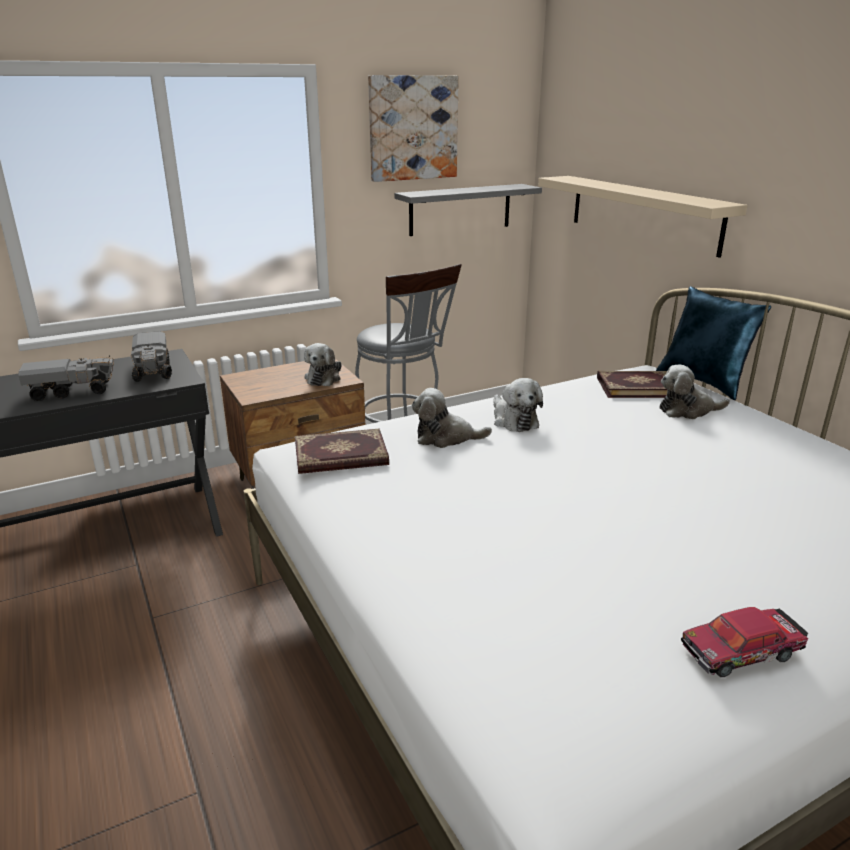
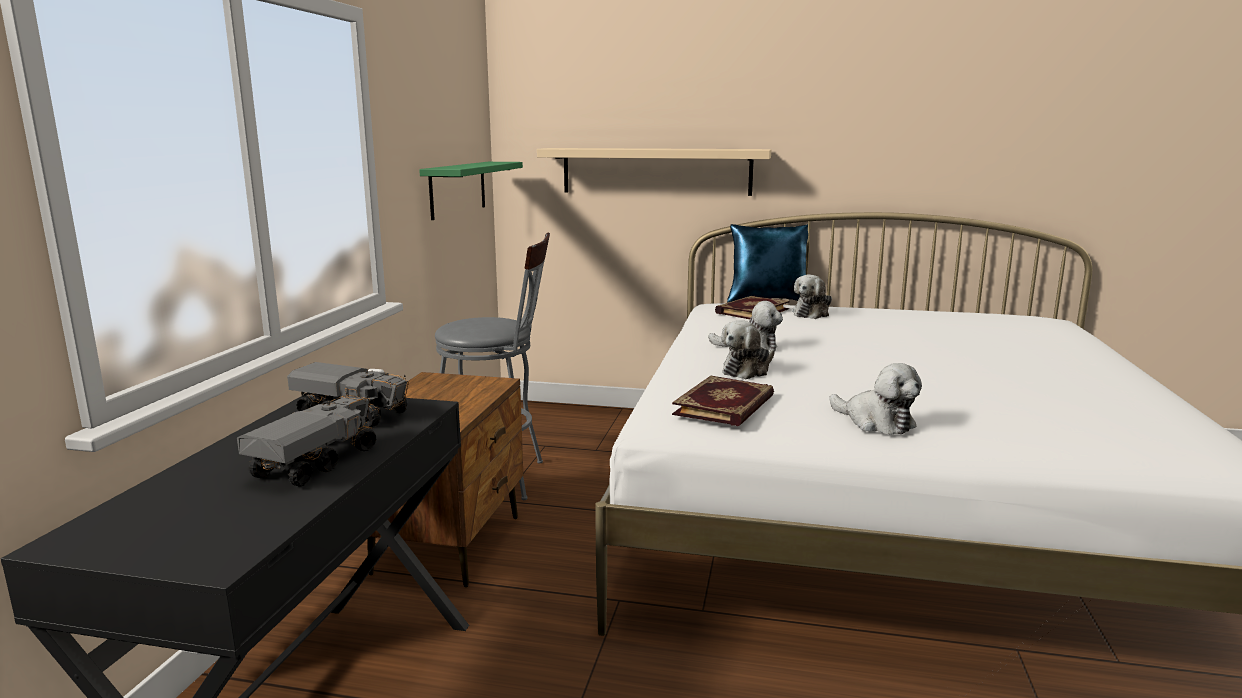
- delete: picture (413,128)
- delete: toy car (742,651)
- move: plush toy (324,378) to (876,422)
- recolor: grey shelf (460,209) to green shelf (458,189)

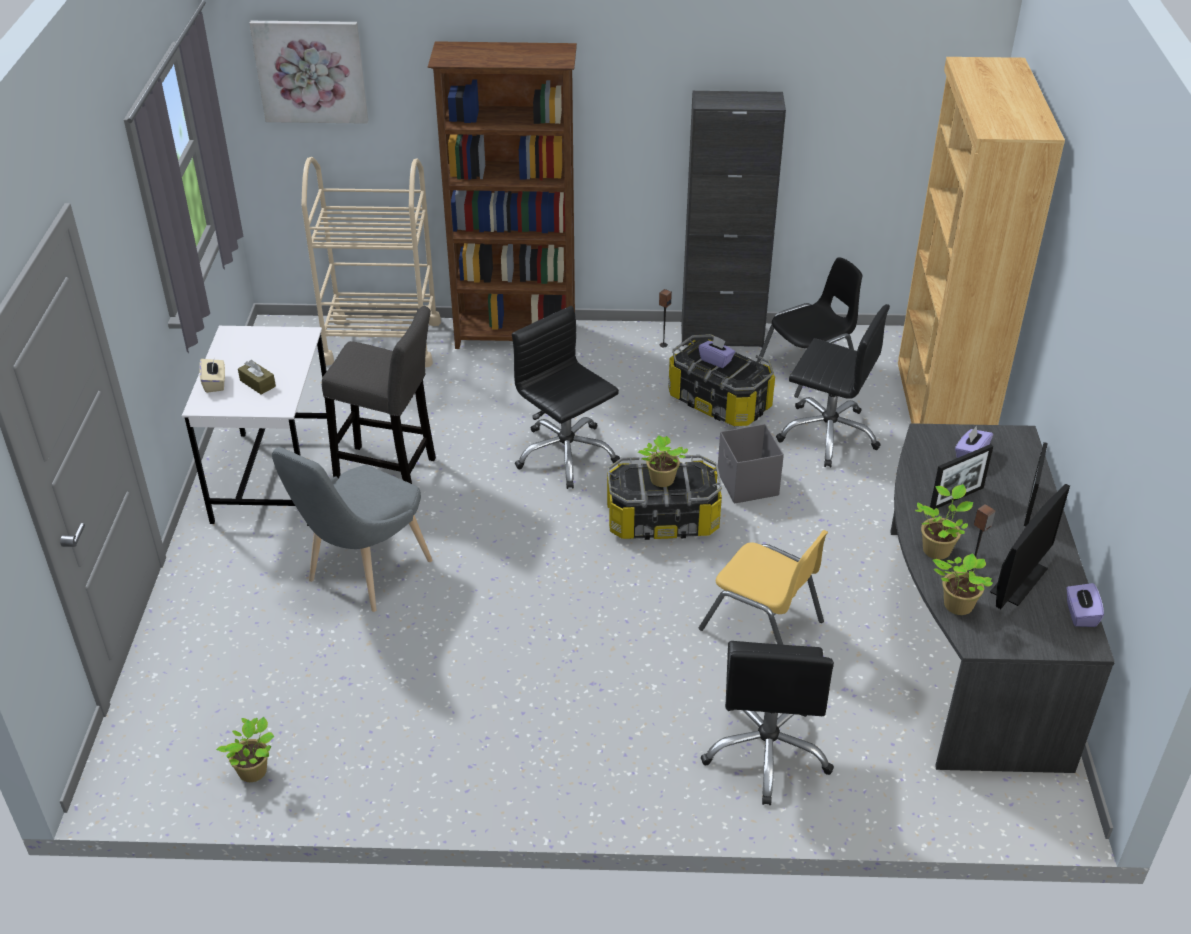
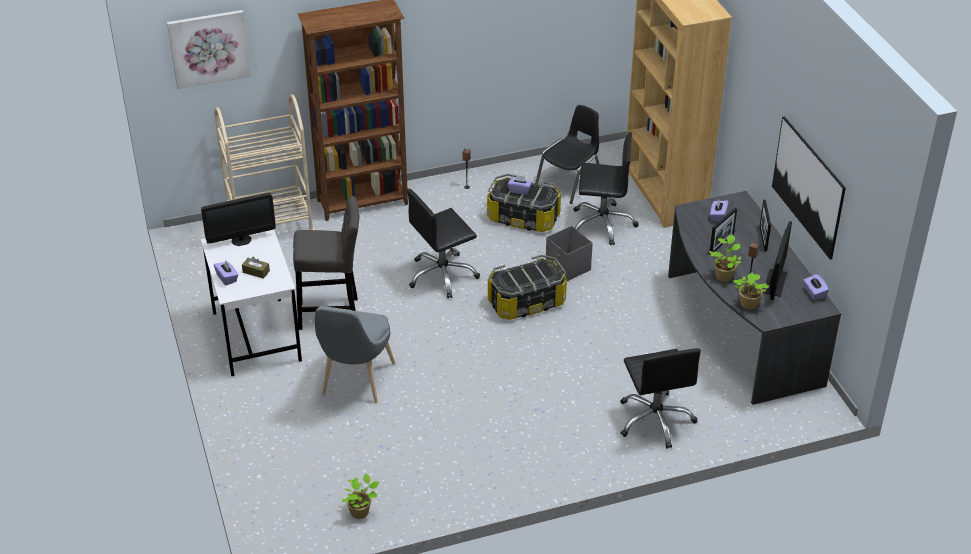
- delete: potted plant (661,481)
- delete: black cabinet (722,336)
- delete: yellow chair (762,625)
- insert: monitor (241,240)
- insert: picture (808,186)
- recolor: beige tissue box (215,383) to purple tissue box (227,278)
- rotate: black office chair (565,454) = (442,275) 60 degrees counterclockwise

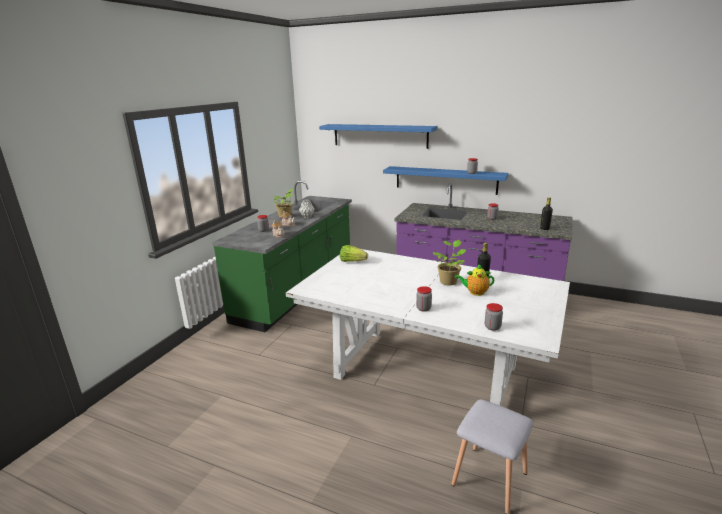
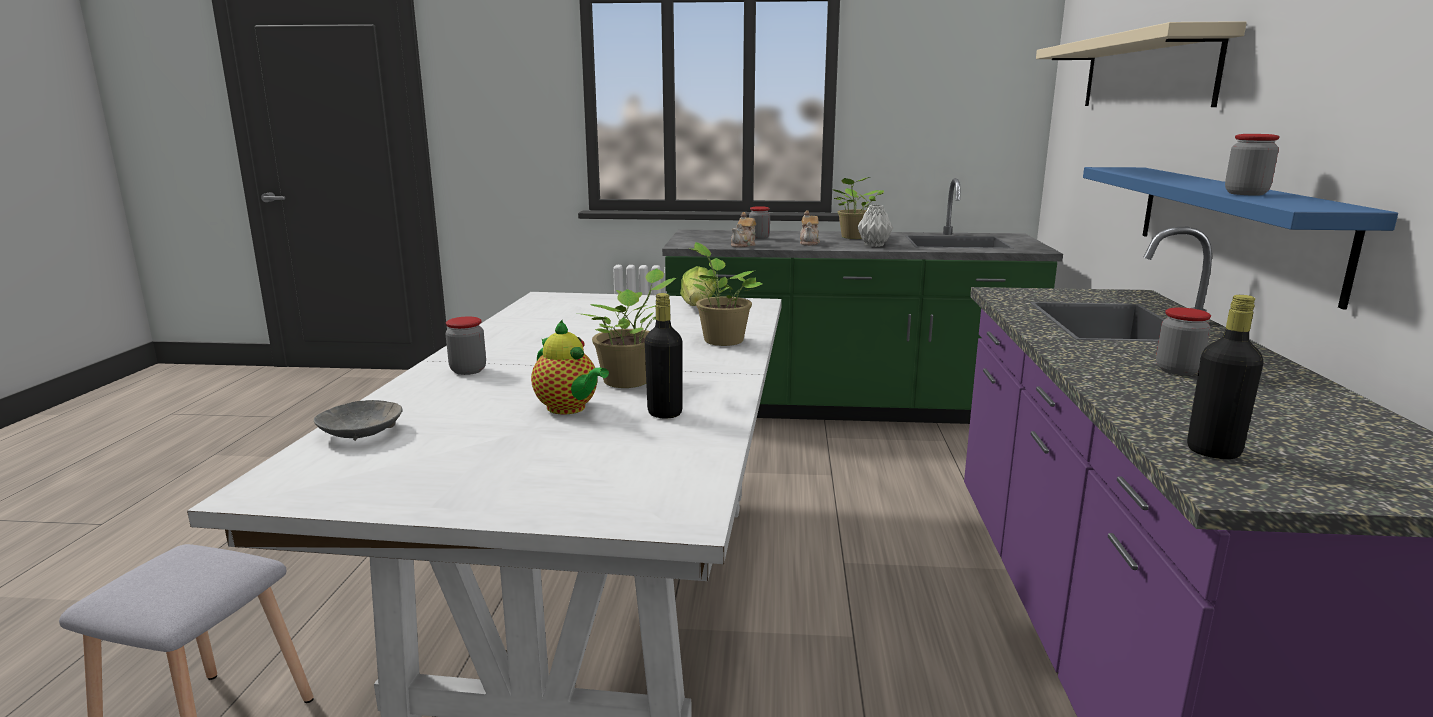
- insert: potted plant (721,340)
- replace: jar (492,327) to grey bowl (362,432)
- recolor: blue shelf (380,136) to beige shelf (1145,72)
- rotate: teapot (475,292) = (569,409) 150 degrees clockwise

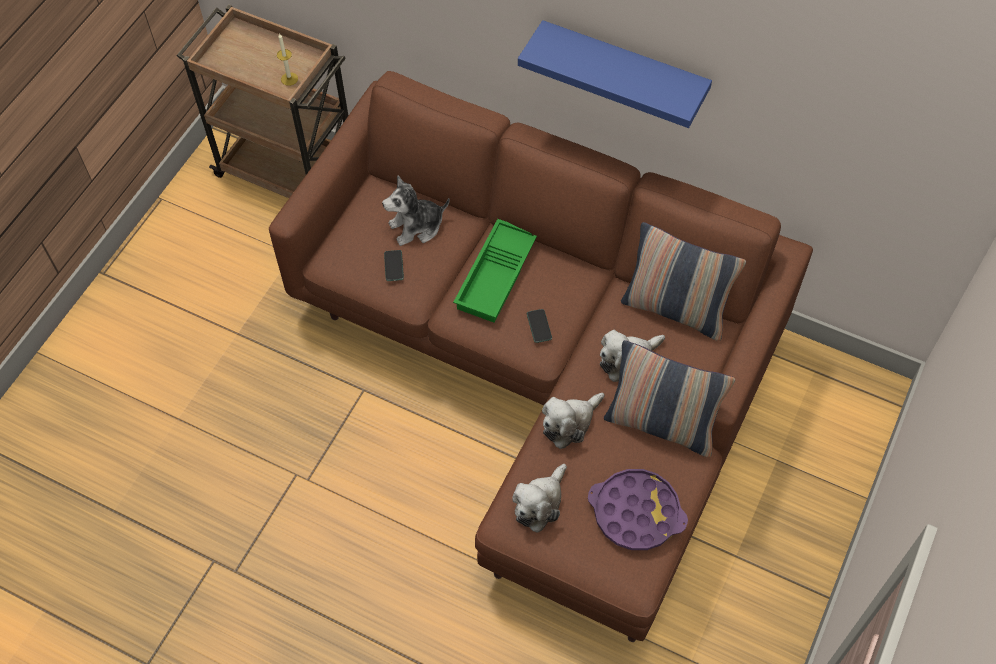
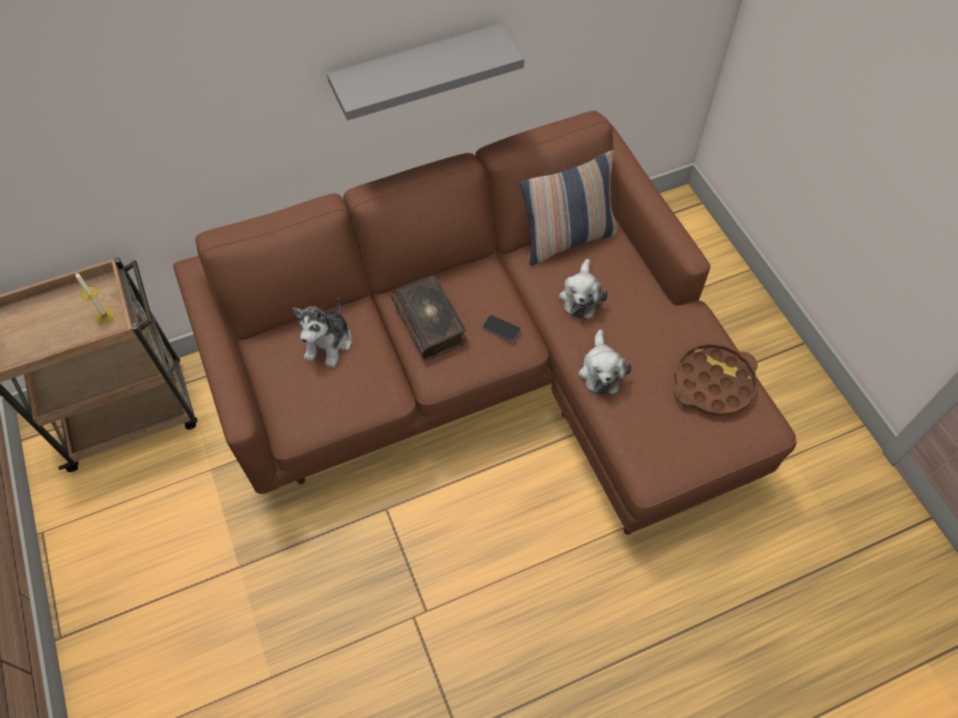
- delete: phone (393,266)
- delete: plush toy (539,503)
- delete: pillow (661,424)
- replace: green tray (497,276) to book (431,323)
- recolor: blue shelf (623,71) to grey shelf (417,73)
- recolor: purple tray (636,513) to brown tray (713,383)

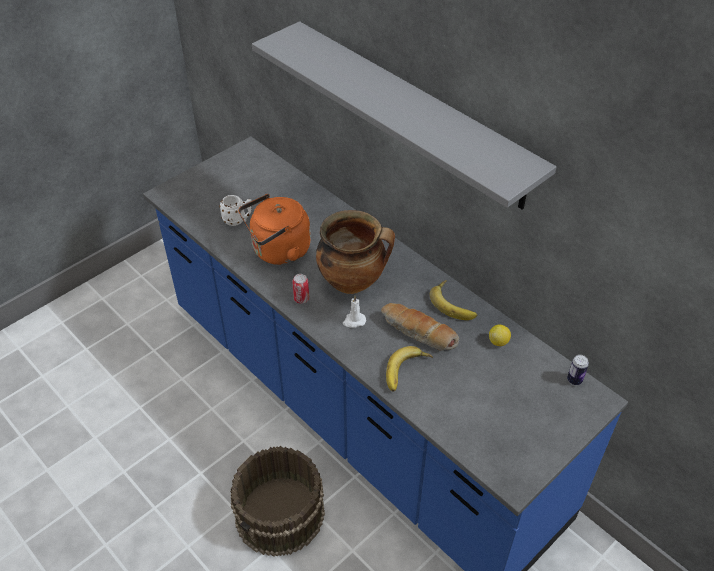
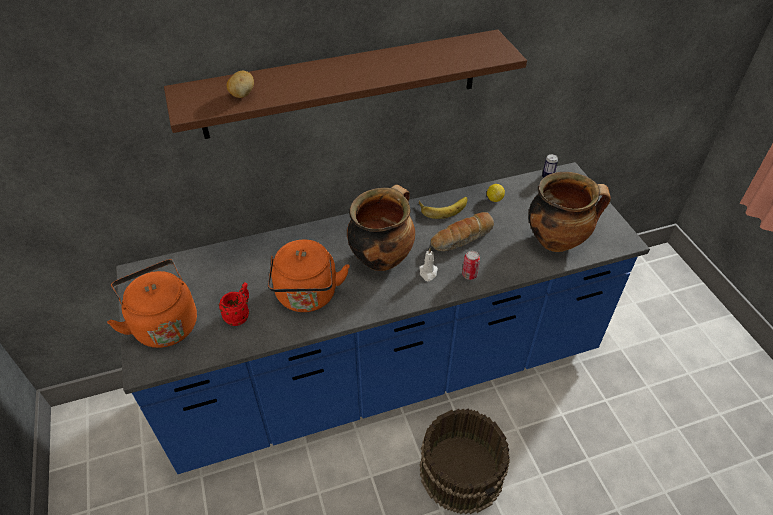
- delete: banana (407,372)
- insert: orange kettle (164,323)
- insert: potato (242,95)
- insert: cooking pot (557,240)
- move: can (301,299) to (469,275)
- recolor: white mug (238,220) to red mug (240,315)
- recolor: grey shelf (412,113) to brown shelf (342,84)

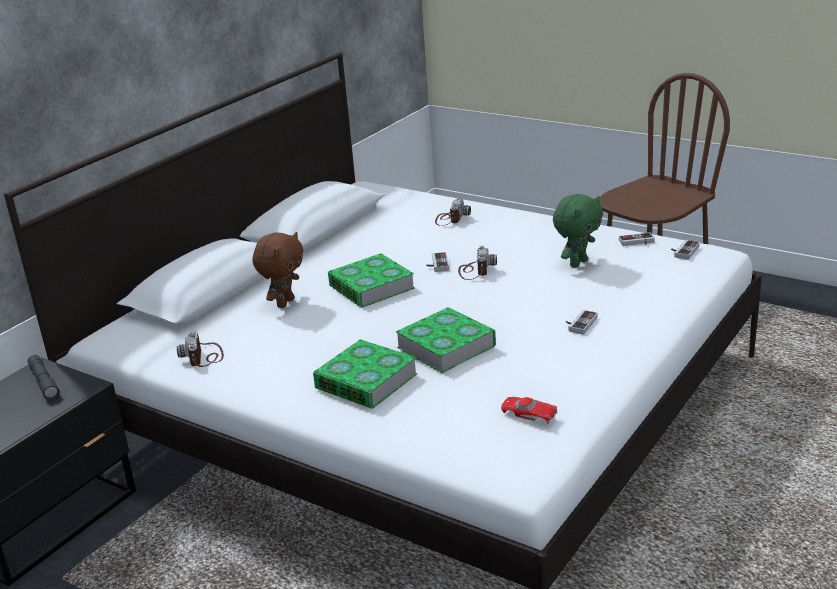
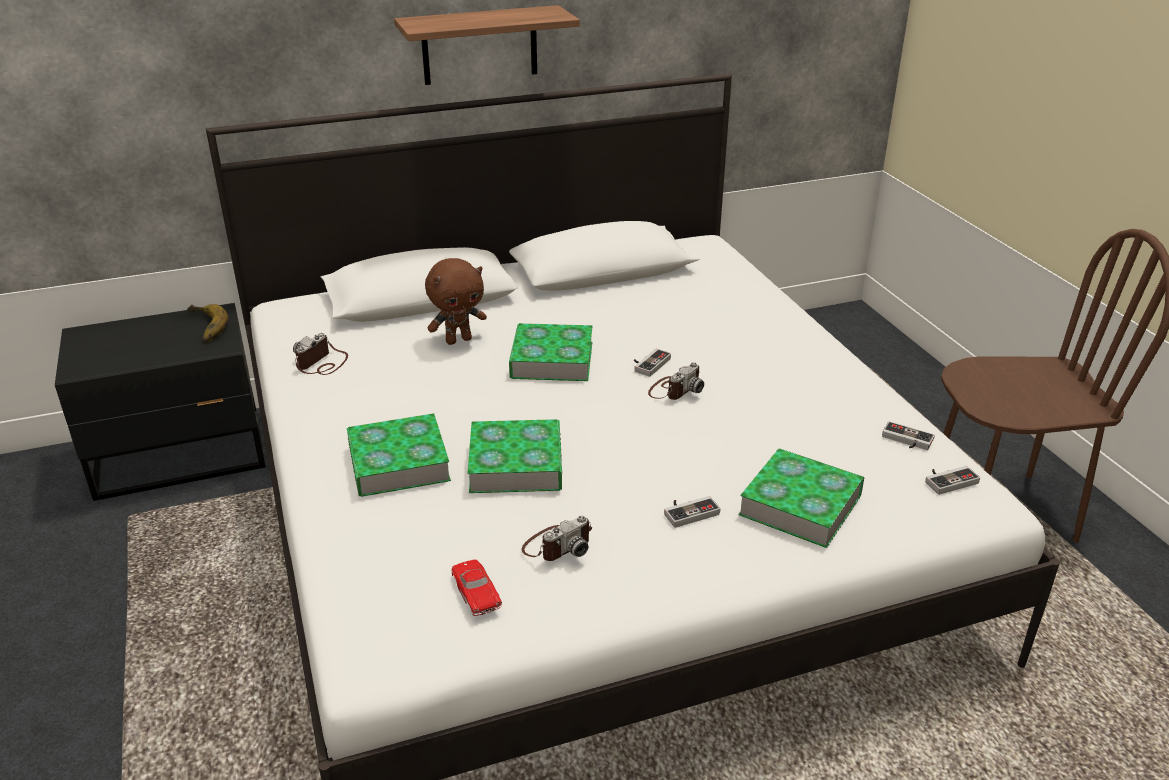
- delete: green plush toy (577,263)
- insert: shelf (479,45)
- insert: book (800,505)
- move: photo camera (450,219) to (557,545)
- replace: grey flashlight (44,382) to banana (202,328)

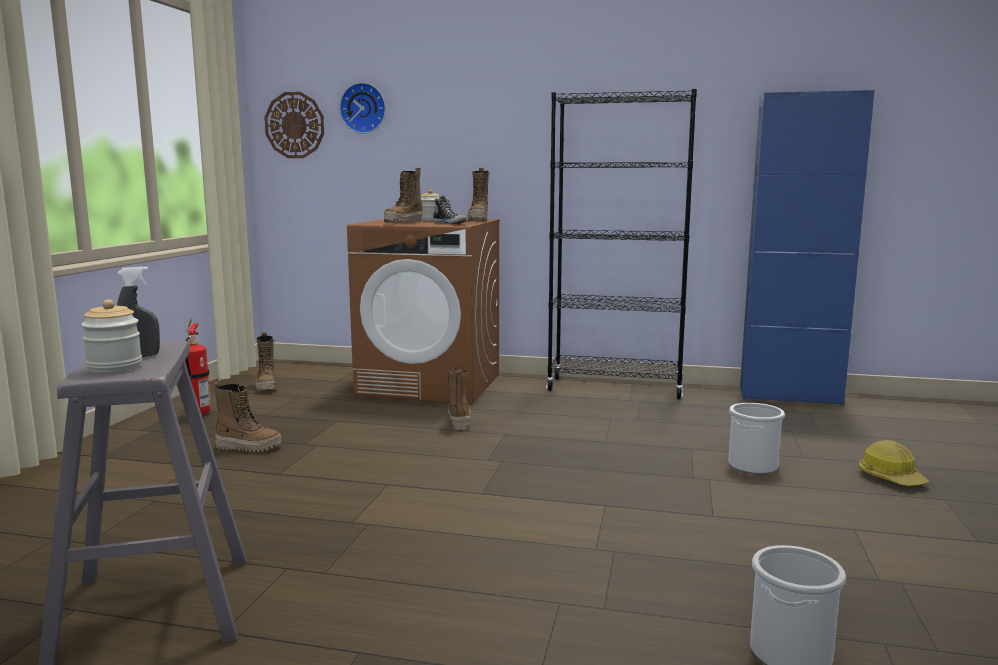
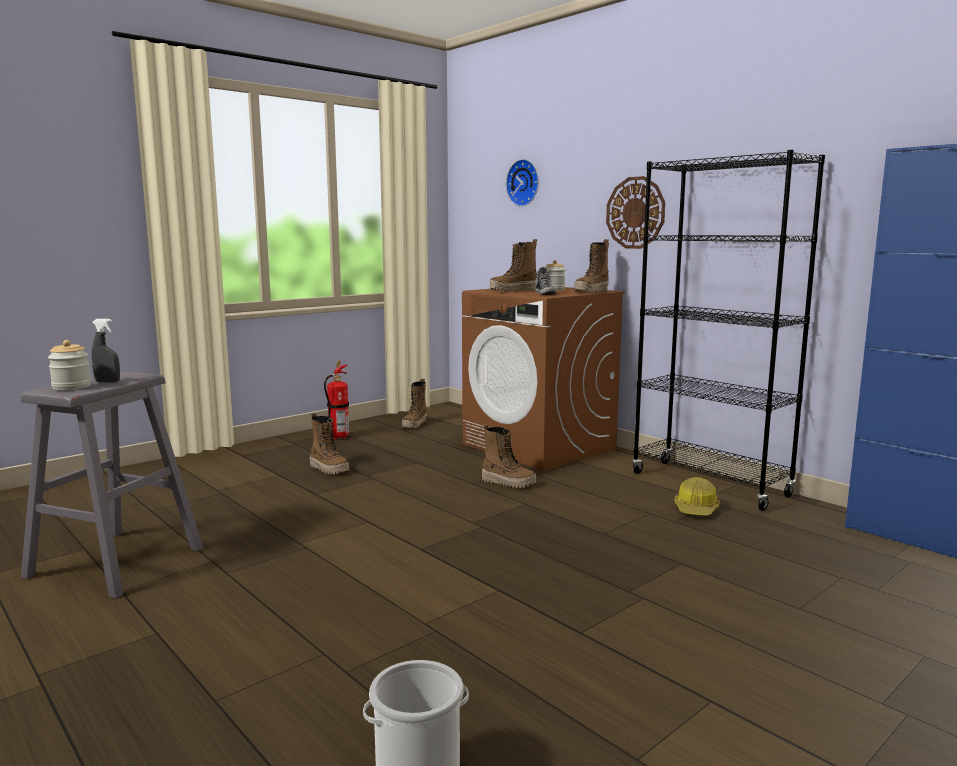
- delete: bucket (753,466)
- move: wall clock (294,125) to (635,213)
- move: hard hat (891,478) to (696,509)
- rotate: boot (458,420) = (508,483) 90 degrees clockwise

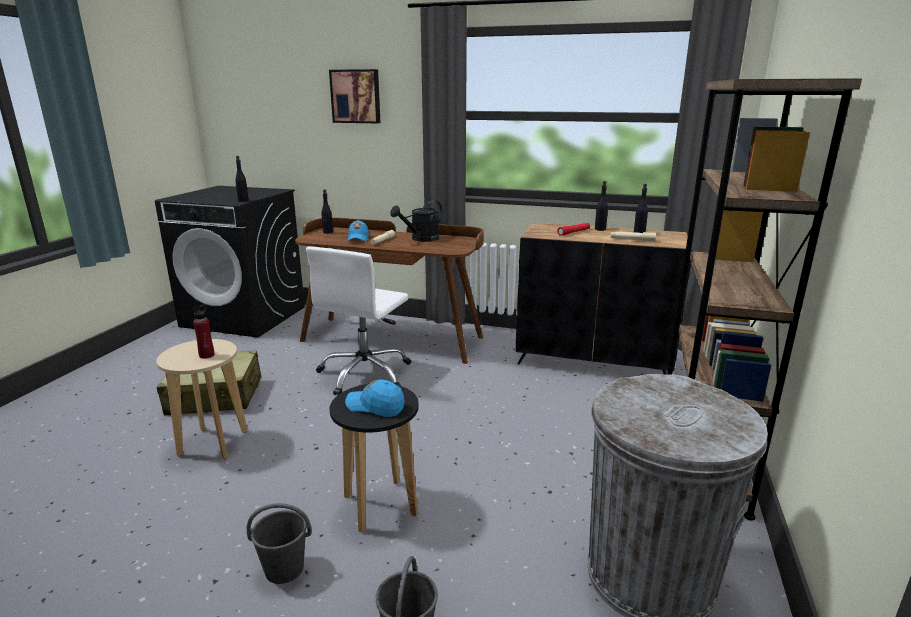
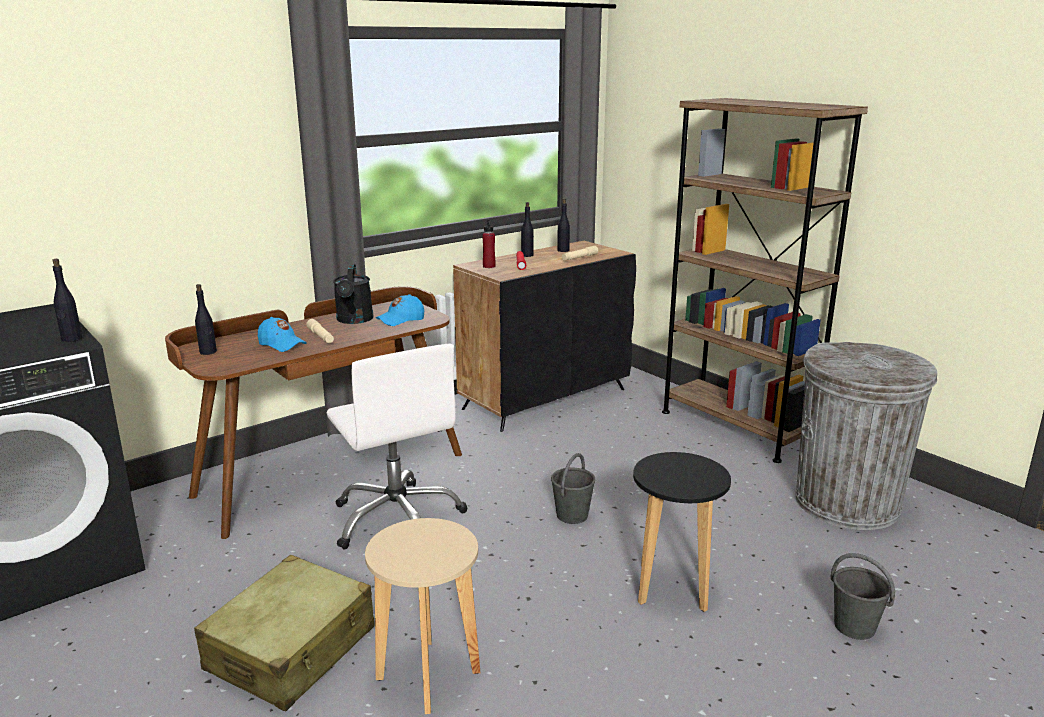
- delete: picture (356,96)
- move: red bottle (207,355) to (489,266)
- move: grey bucket (285,569) to (572,515)
- move: blue cap (375,406) to (401,320)

